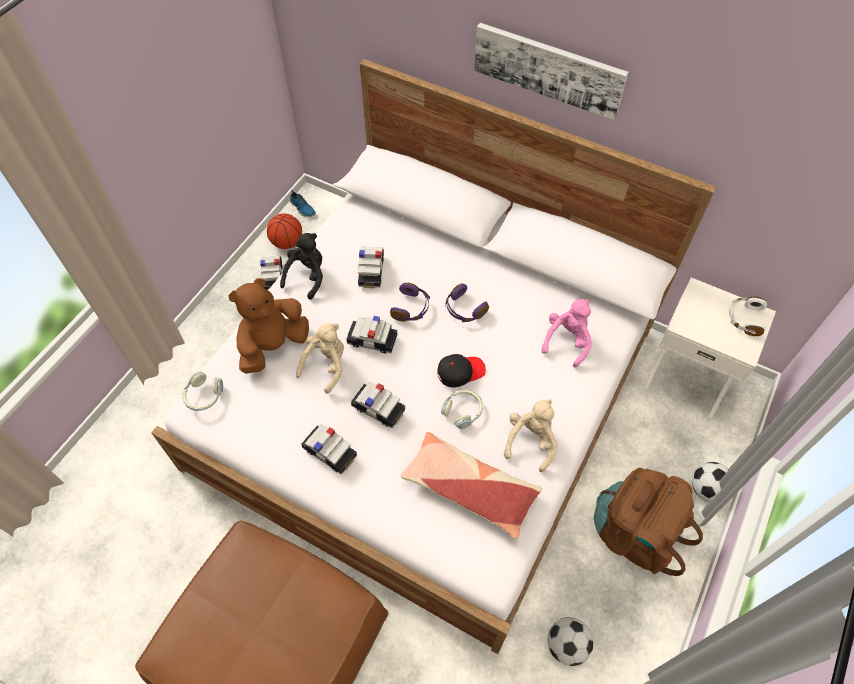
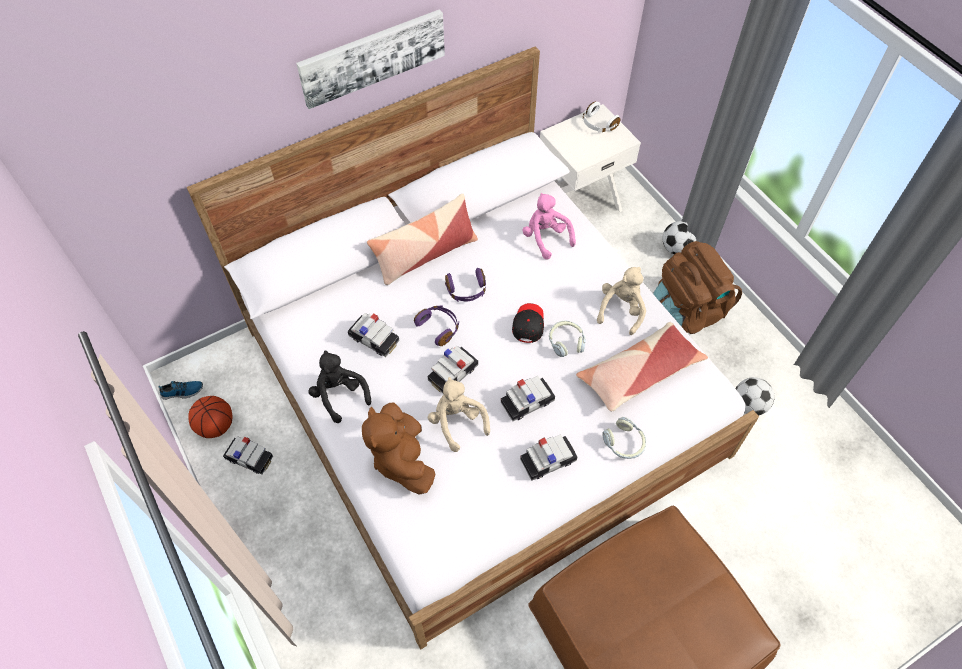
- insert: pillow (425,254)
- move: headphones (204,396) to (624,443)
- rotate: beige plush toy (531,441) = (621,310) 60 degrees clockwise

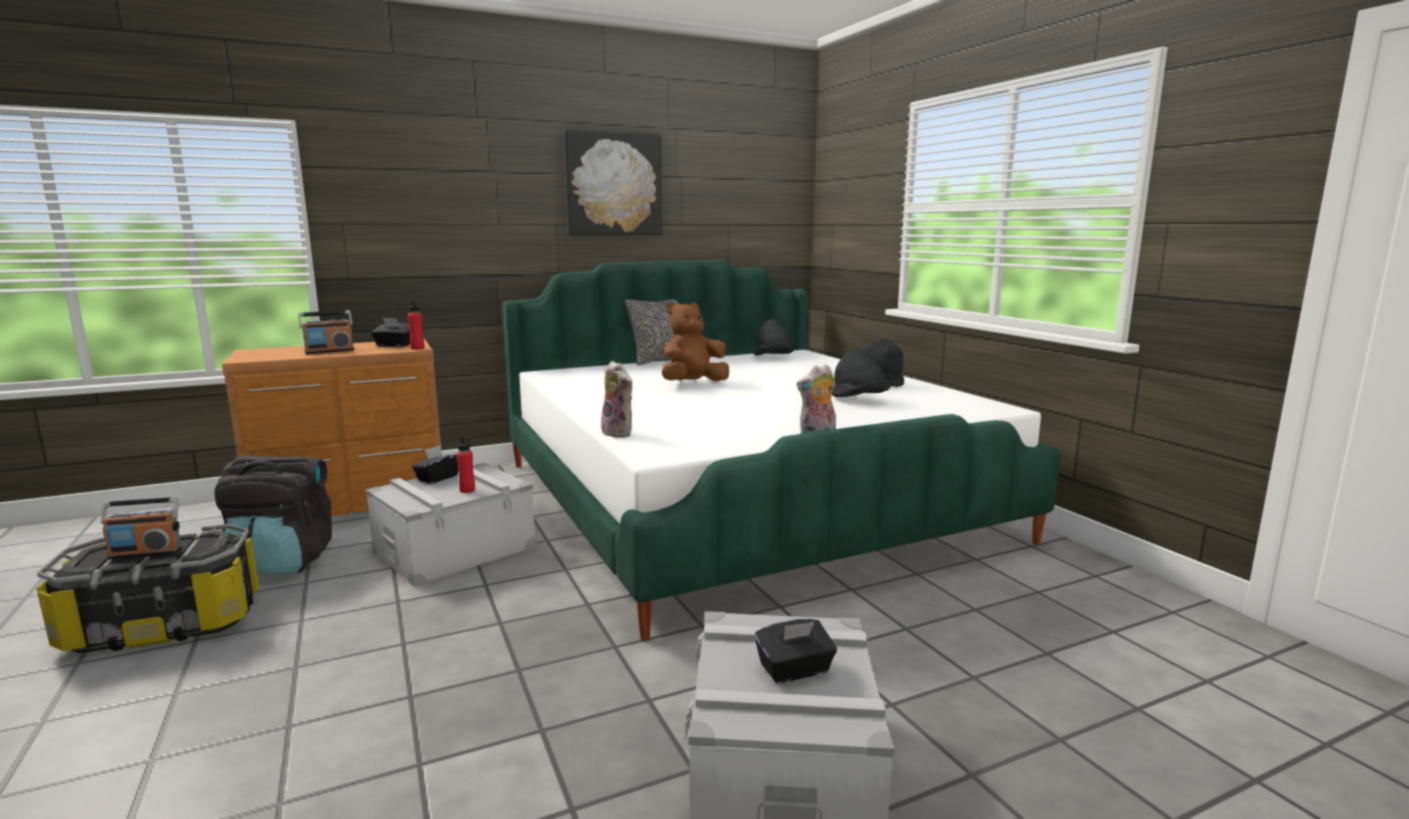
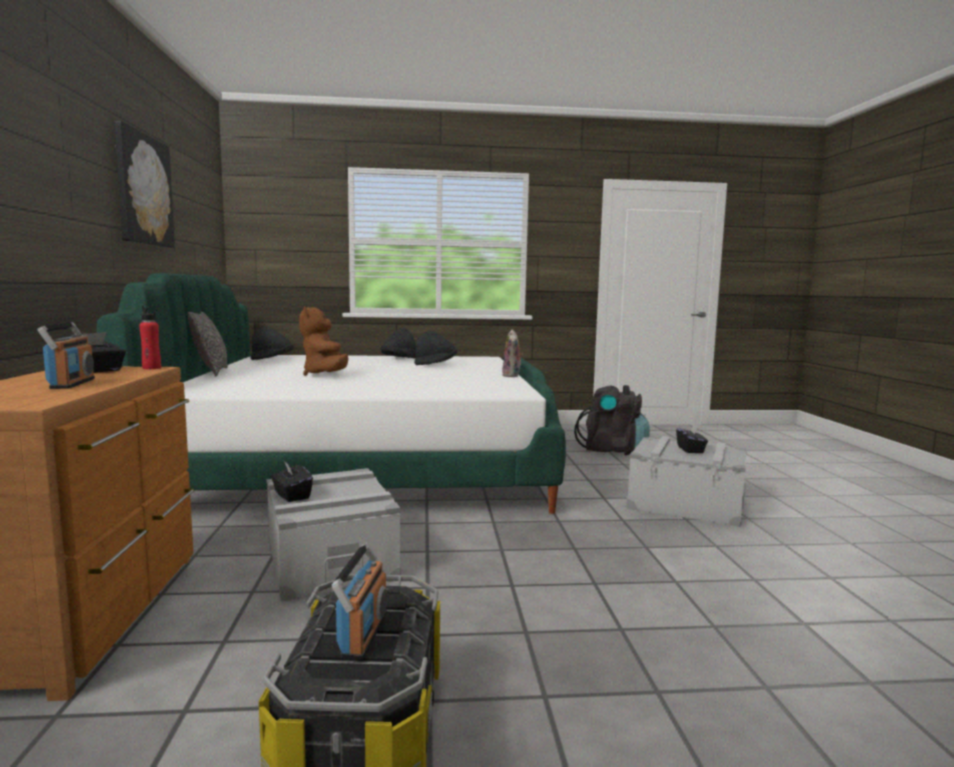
- delete: red bottle (467,490)
- delete: plush toy (620,433)
- move: black backpack (283,562) to (612,450)

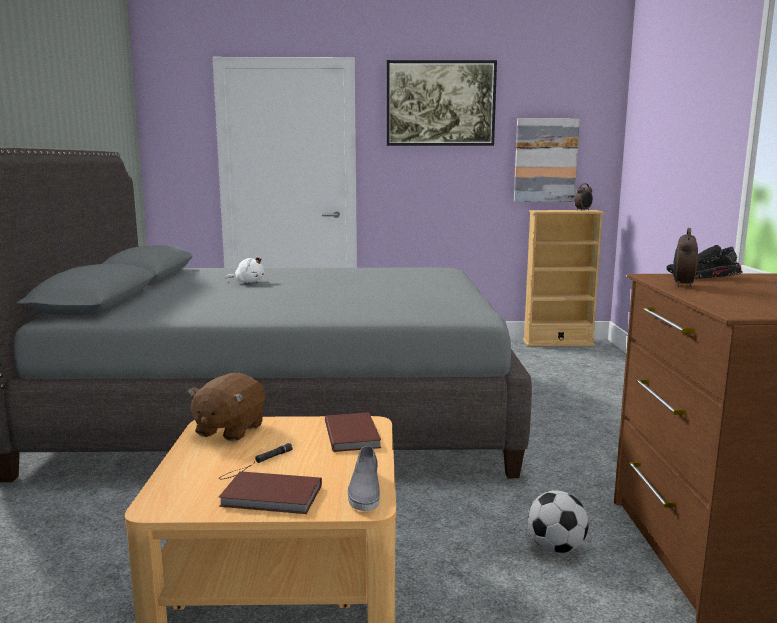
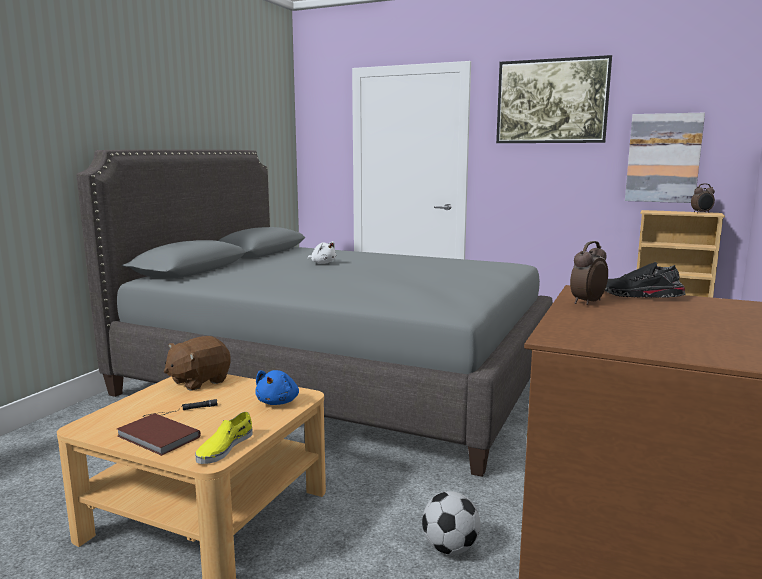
- replace: brown book (353,434) to blue plush toy (278,402)
- recolor: grey shoe (364,490) to yellow shoe (224,447)

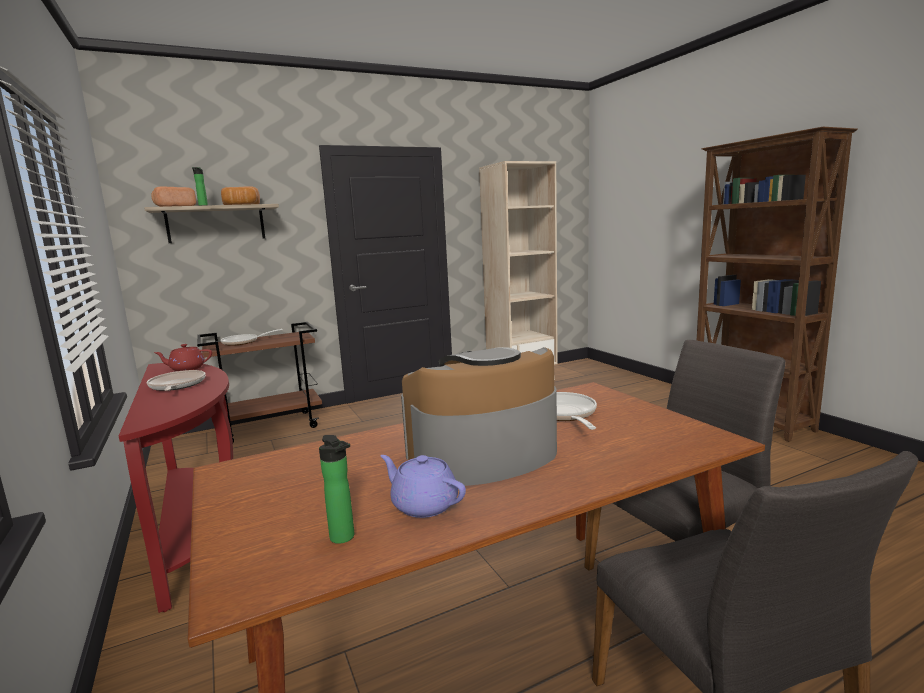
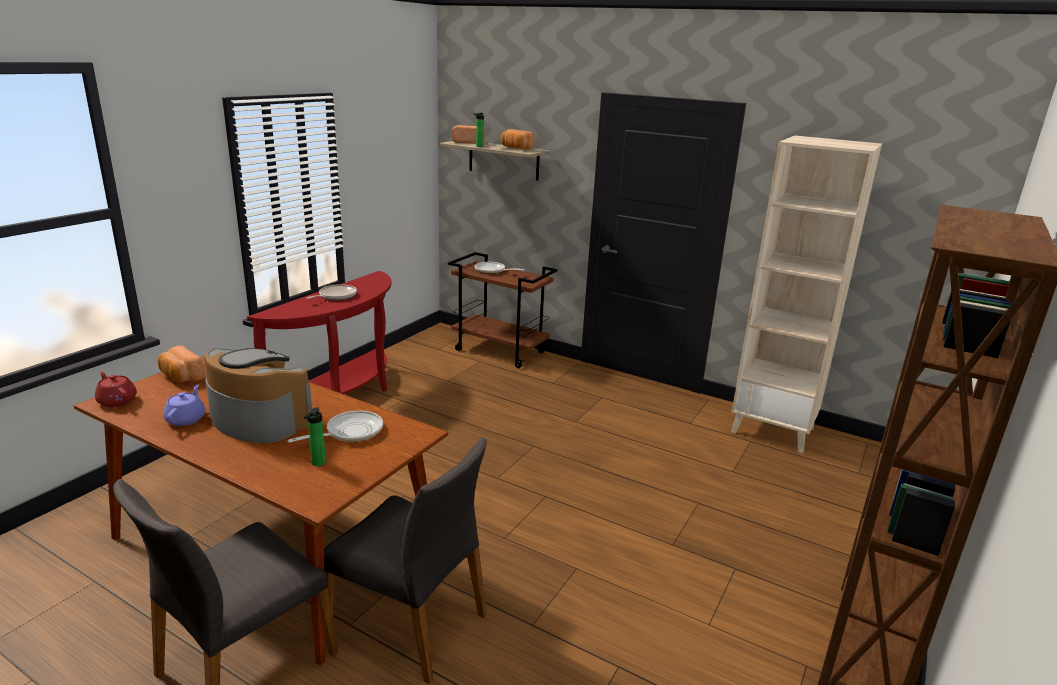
- insert: bread (181,377)
- move: red teapot (186,369) to (117,400)
- move: bottle (344,538) to (317,464)

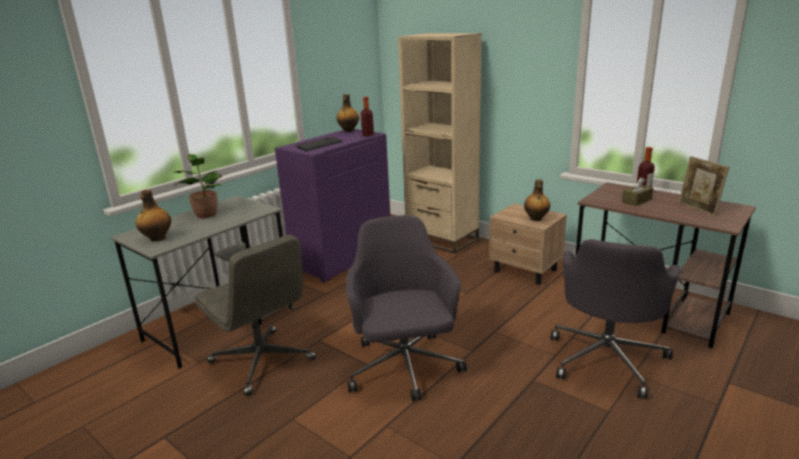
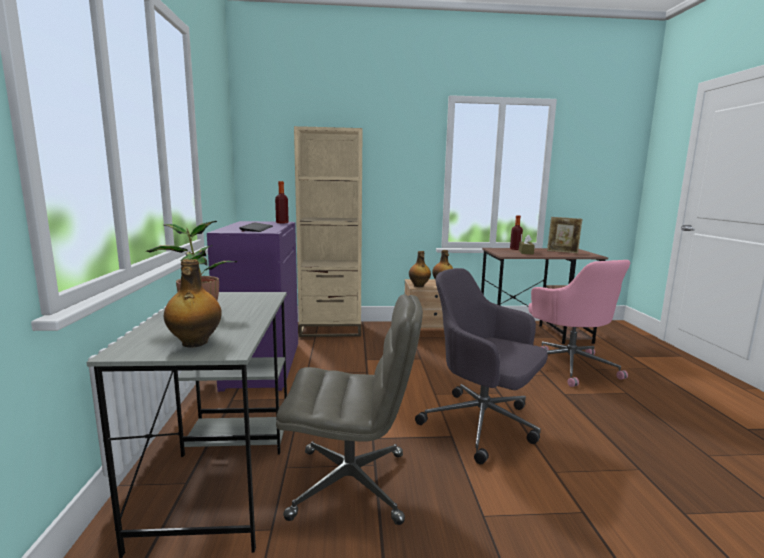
- move: bottle (348,131) to (419,286)
- recolor: grey office chair (607,358) to pink office chair (569,366)

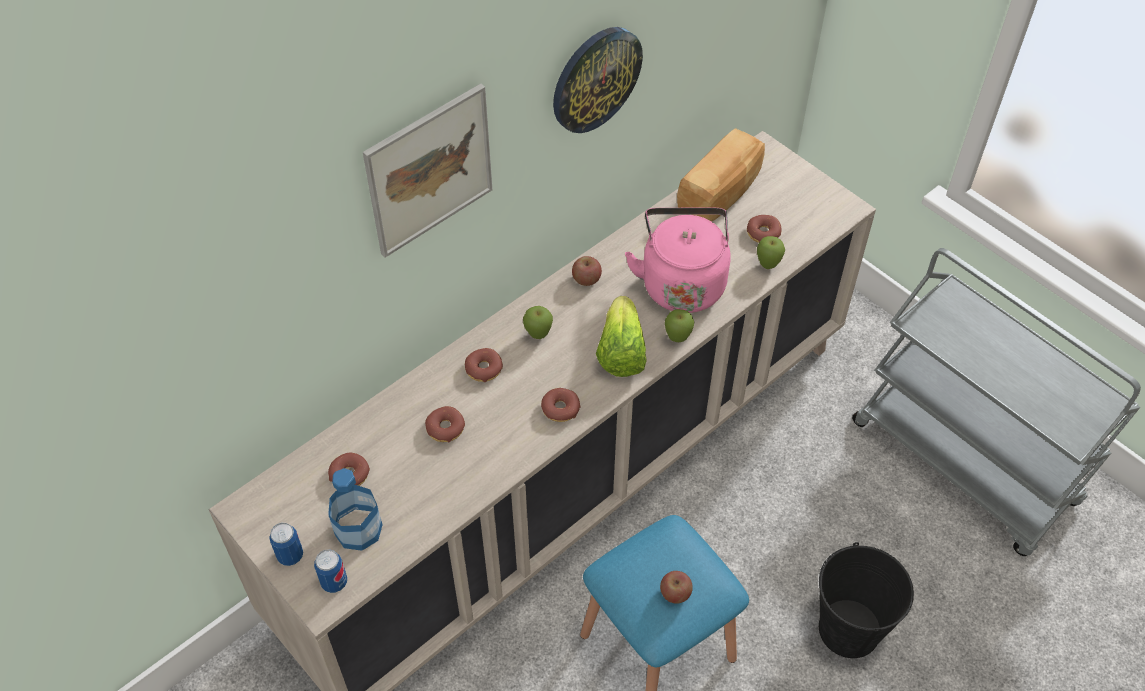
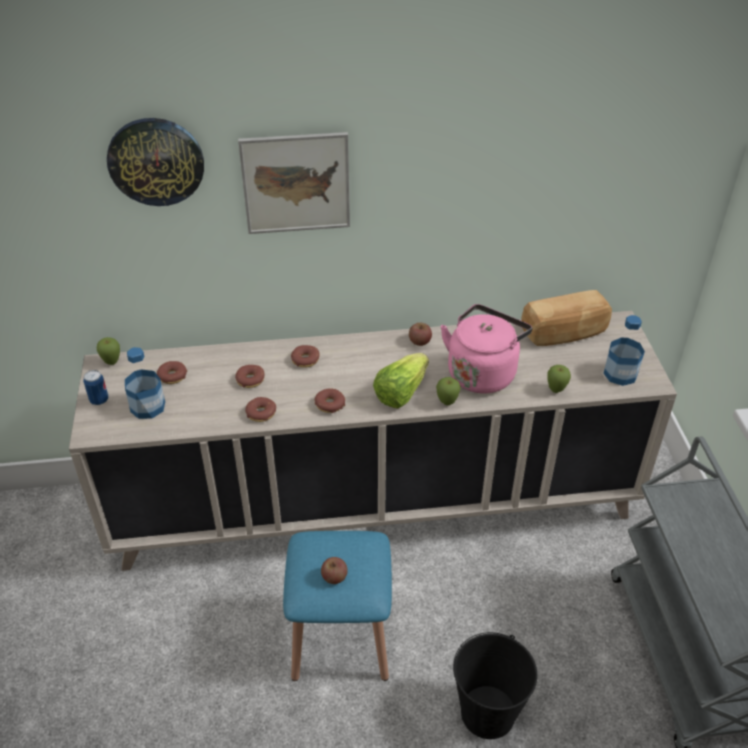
- delete: can (334,582)
- insert: bottle (620,374)
- move: apple (538,335) to (112,362)
- move: wall clock (595,78) to (156,161)
- move: donut (763,233) to (261,413)

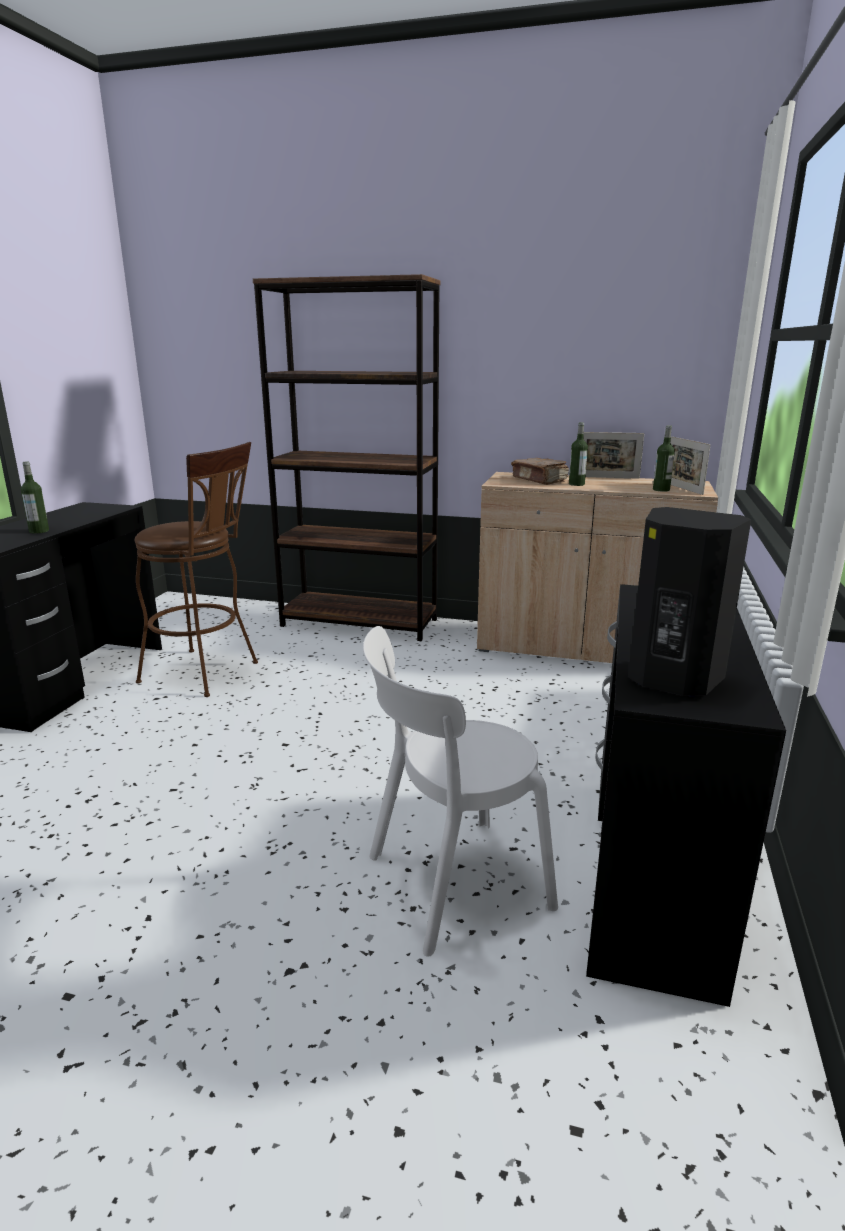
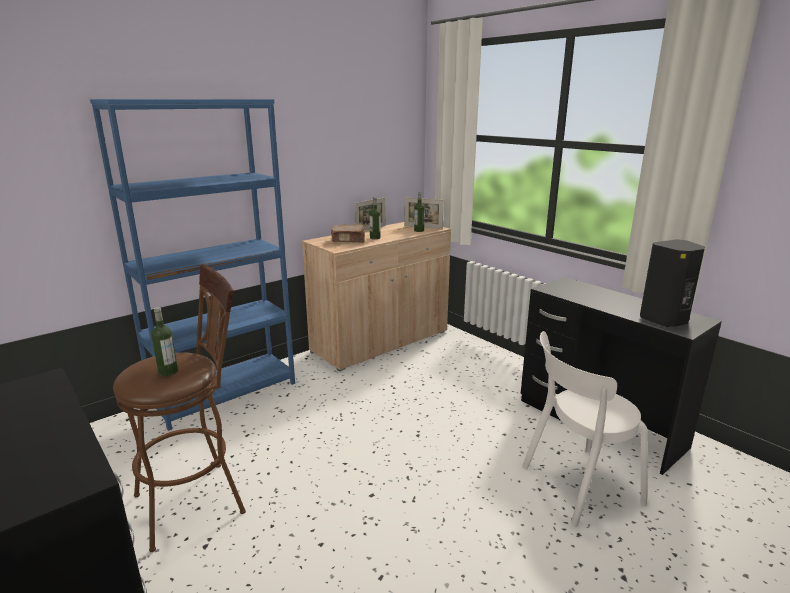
- move: bottle (39,531) to (168,372)
- recolor: brown bookcase (359,622) to blue bookcase (225,394)
- rotate: white chair (450,883) = (576,485) 60 degrees clockwise

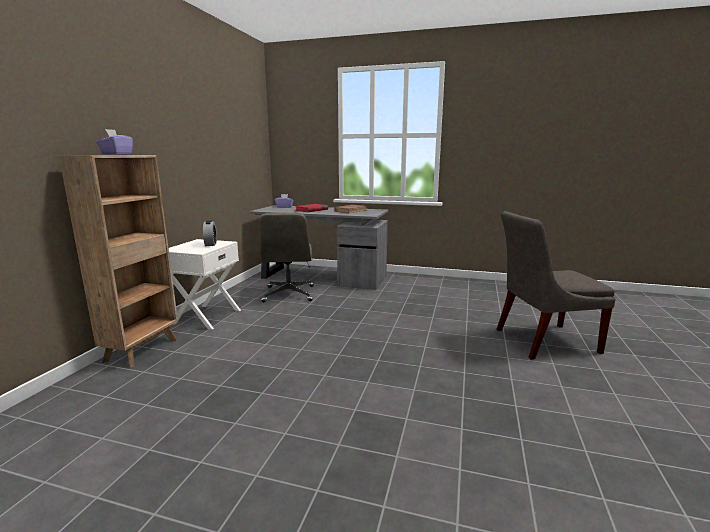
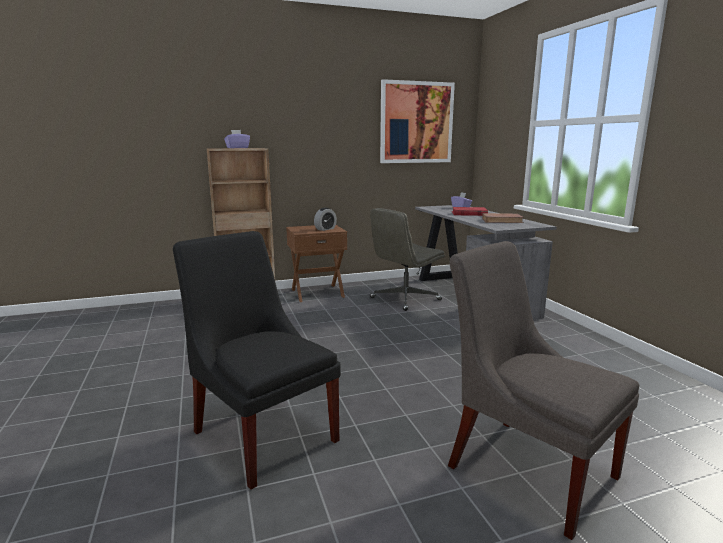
- insert: black chair (263,432)
- insert: picture (416,122)
- recolor: white nightstand (206,316) to brown nightstand (317,293)

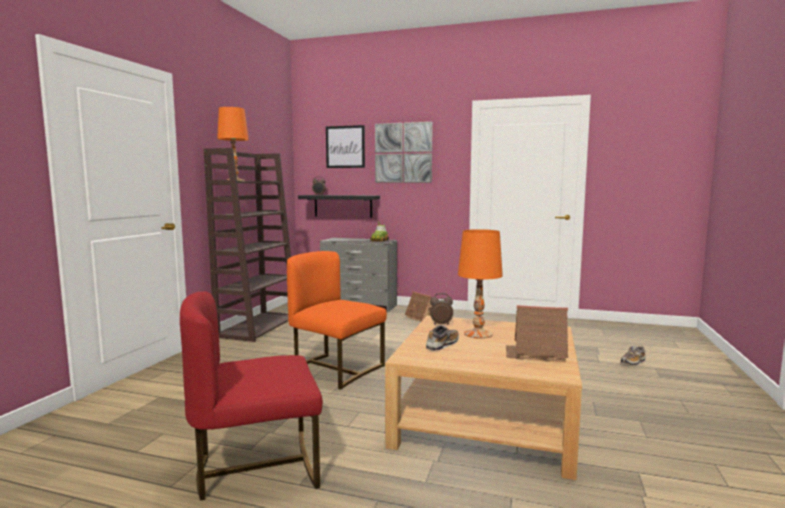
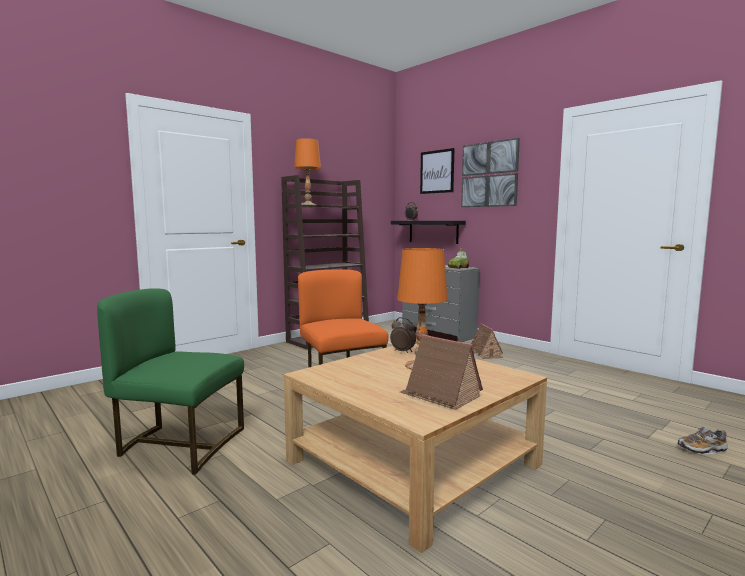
- delete: shoe (442,345)
- recolor: red chair (257,467) to green chair (179,445)

